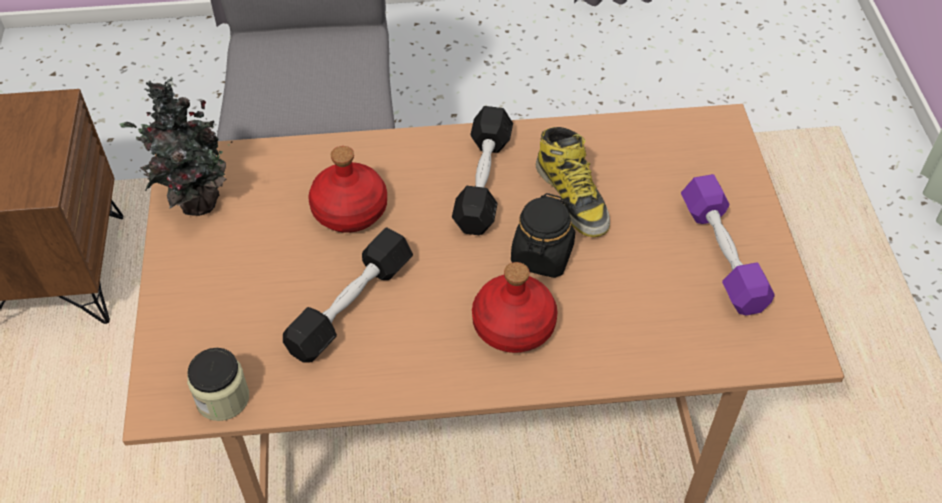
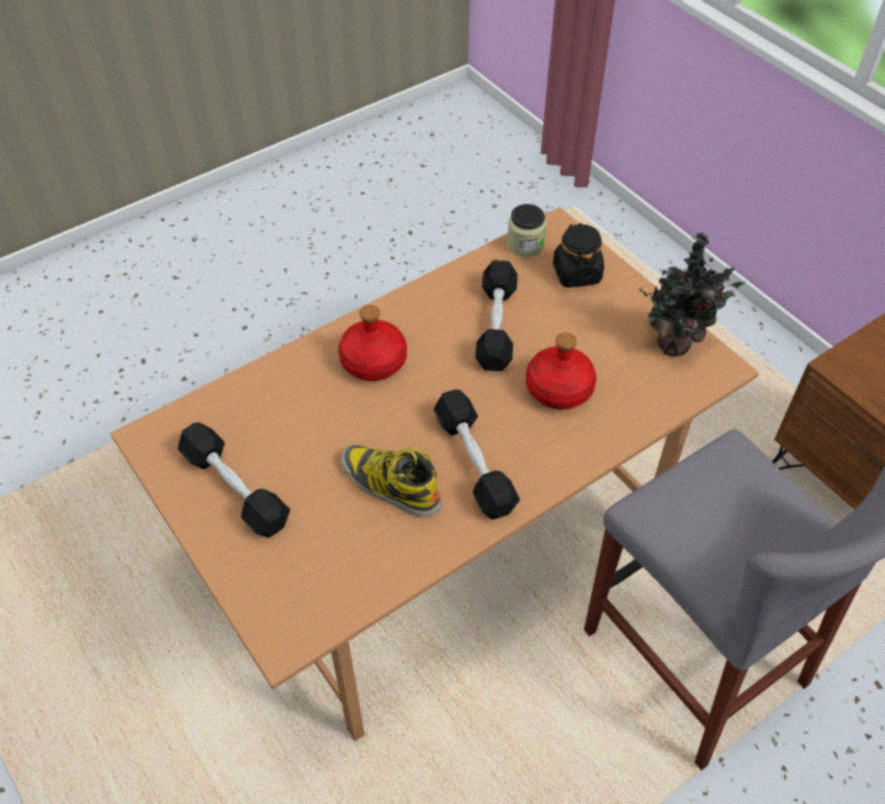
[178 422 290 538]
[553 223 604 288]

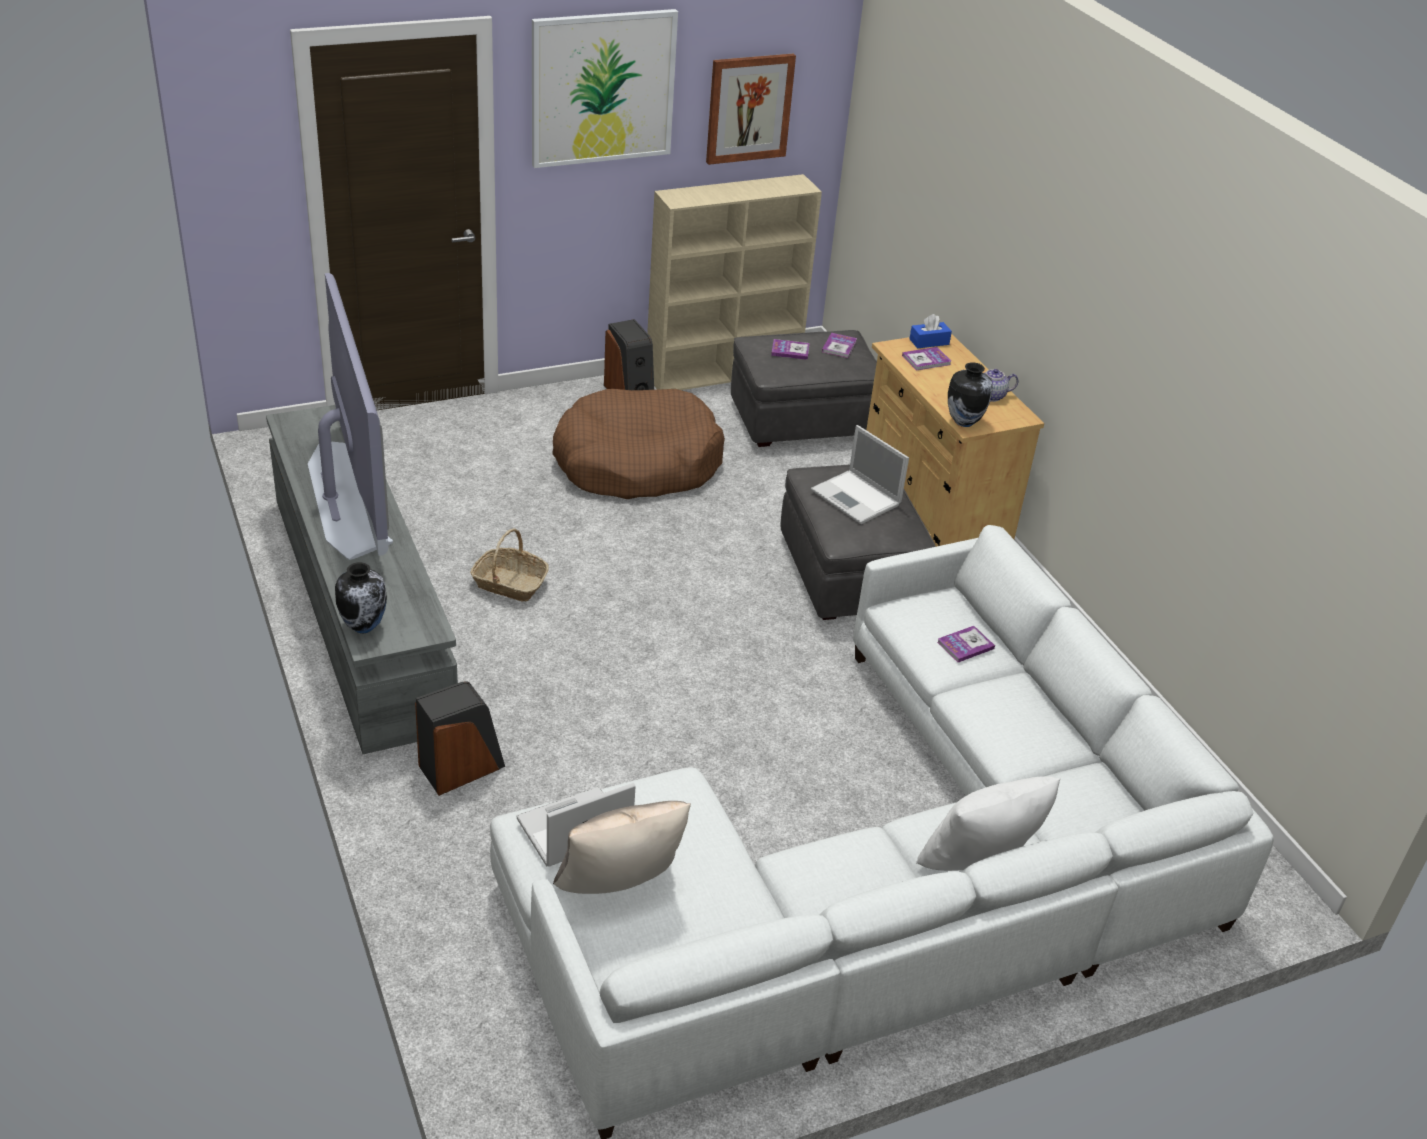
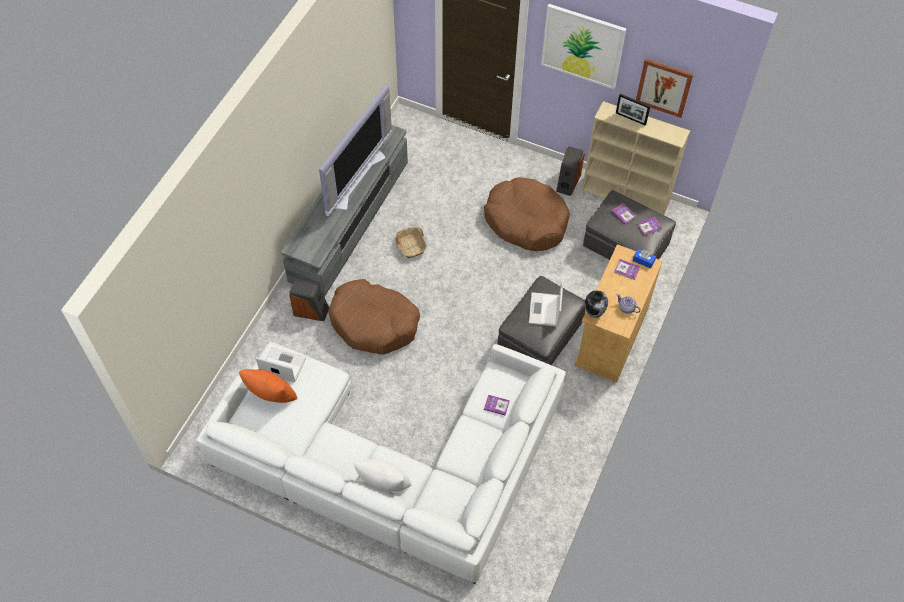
[239 369 298 403]
[328 279 420 354]
[616 94 650 126]
[335 562 387 633] (first image)

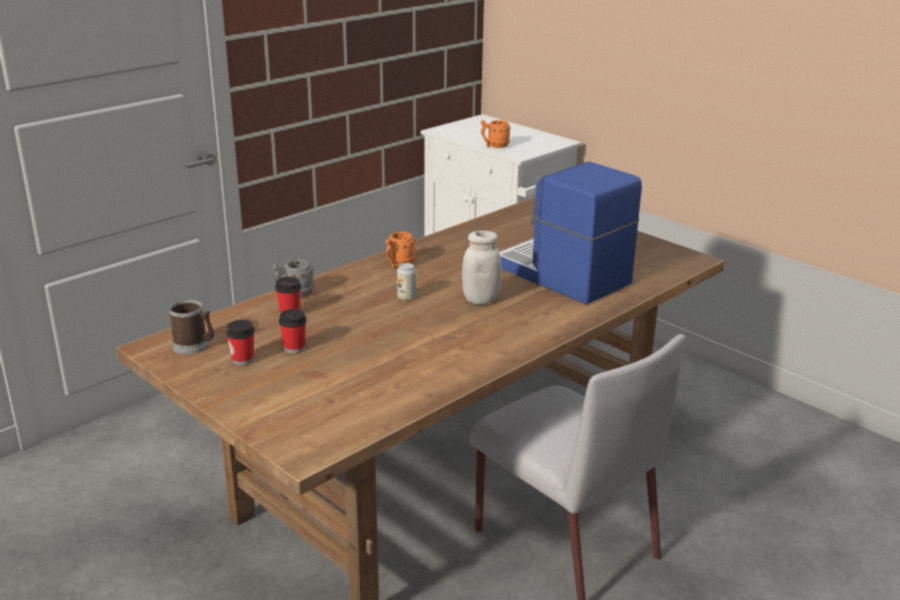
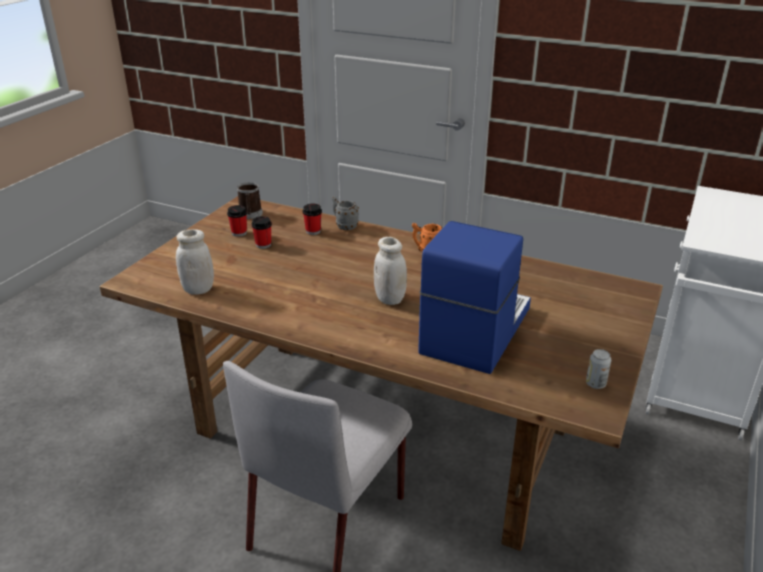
[176 230 214 295]
[586 349 611 389]
[481 120 511 148] (first image)

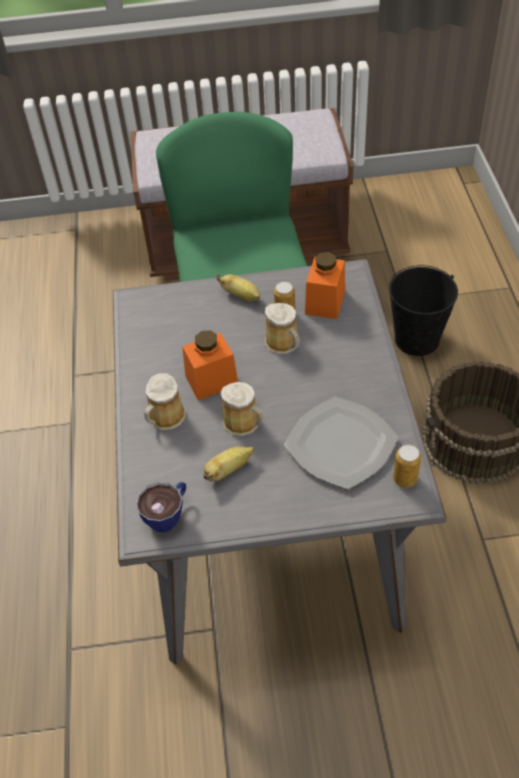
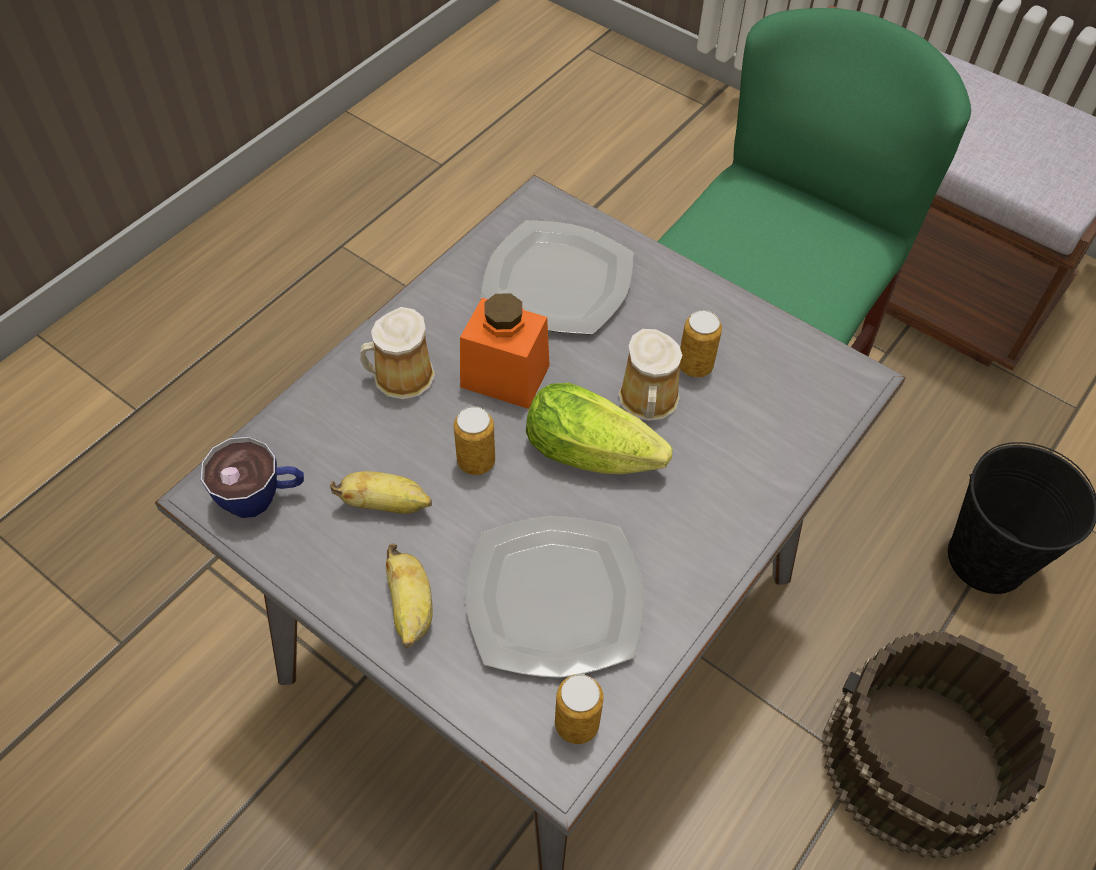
[386 544 433 648]
[454 406 495 475]
[480 220 633 335]
[526 383 673 474]
[305 252 345 319] (first image)

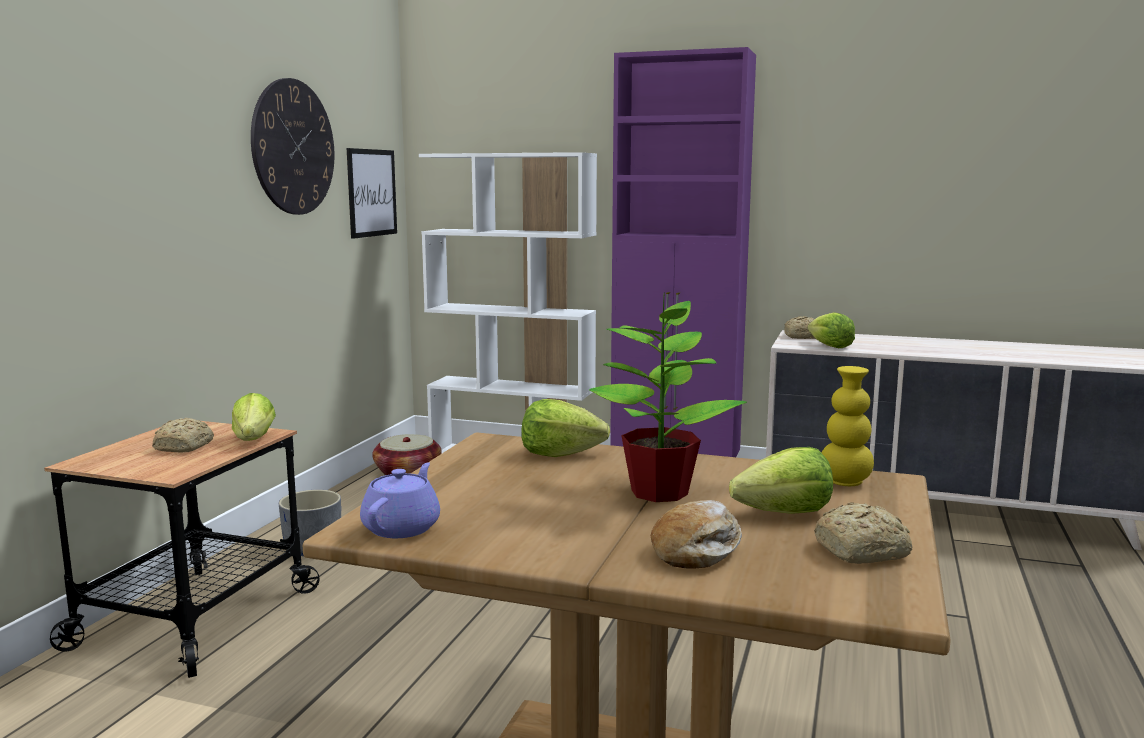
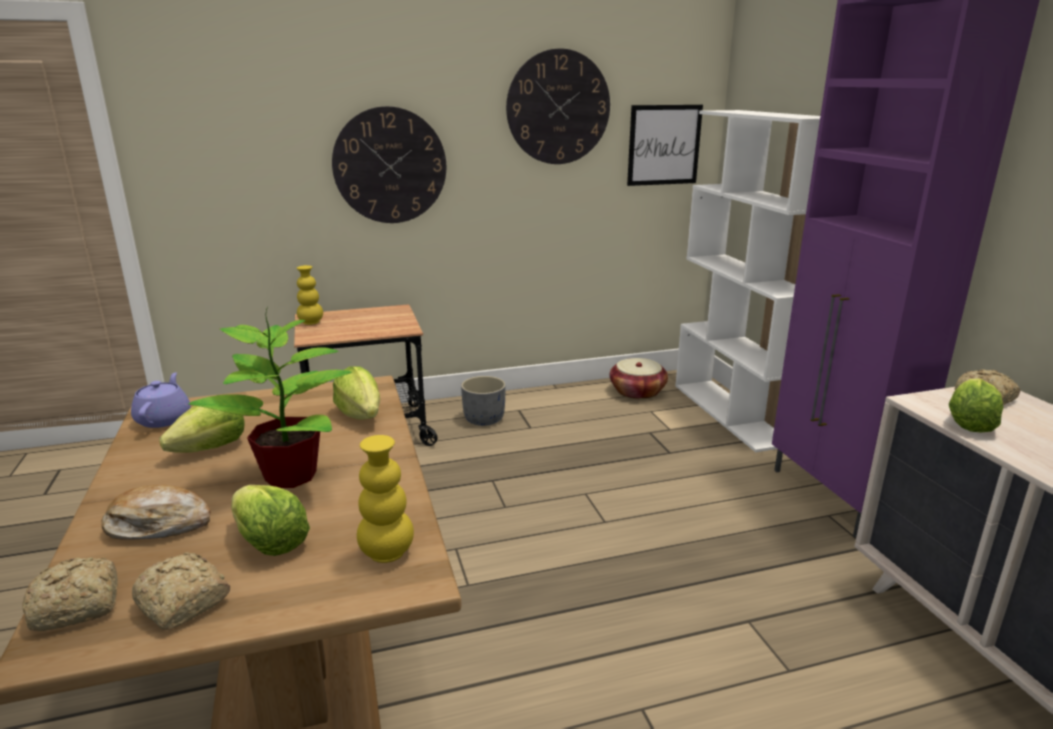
[22 557 118 631]
[131 372 191 428]
[159 406 245 453]
[297 265 323 325]
[332 106 446 223]

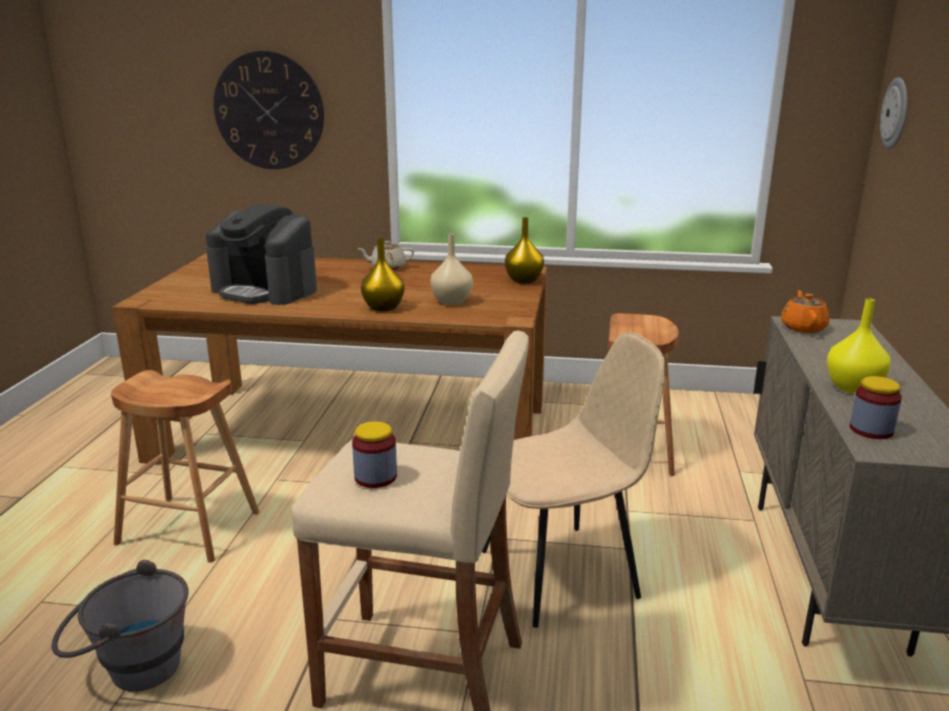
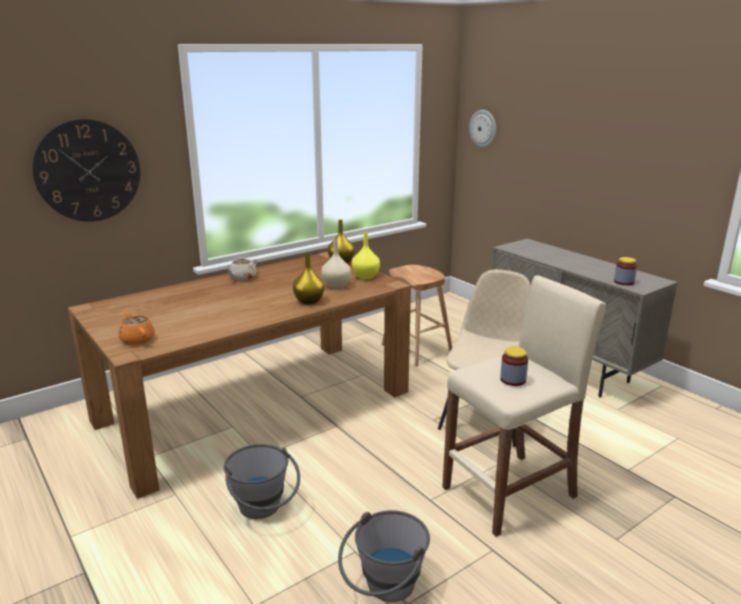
[119 311 155 345]
[224 444 300 519]
[351 232 380 279]
[206 204 317 305] (first image)

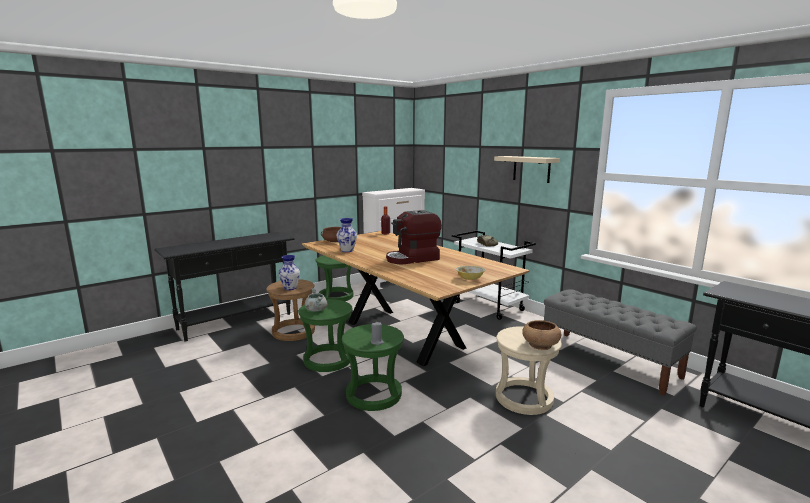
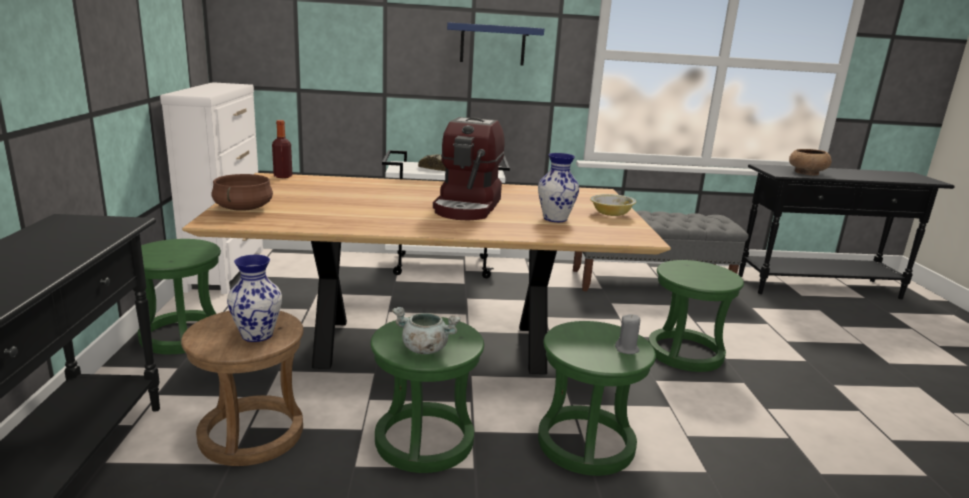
[447 22 544 66]
[538 153 579 222]
[648 260 744 372]
[789 149 832 176]

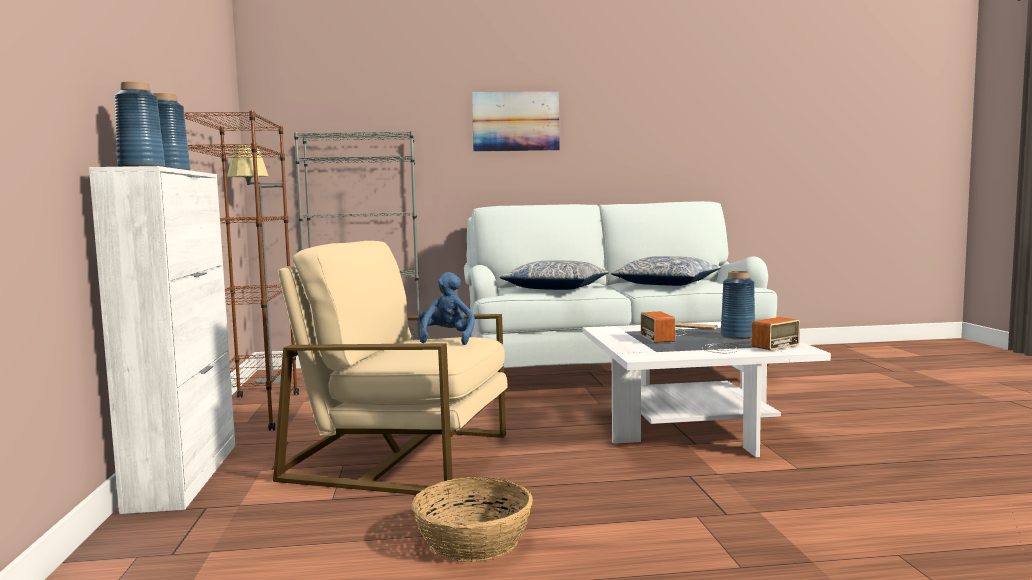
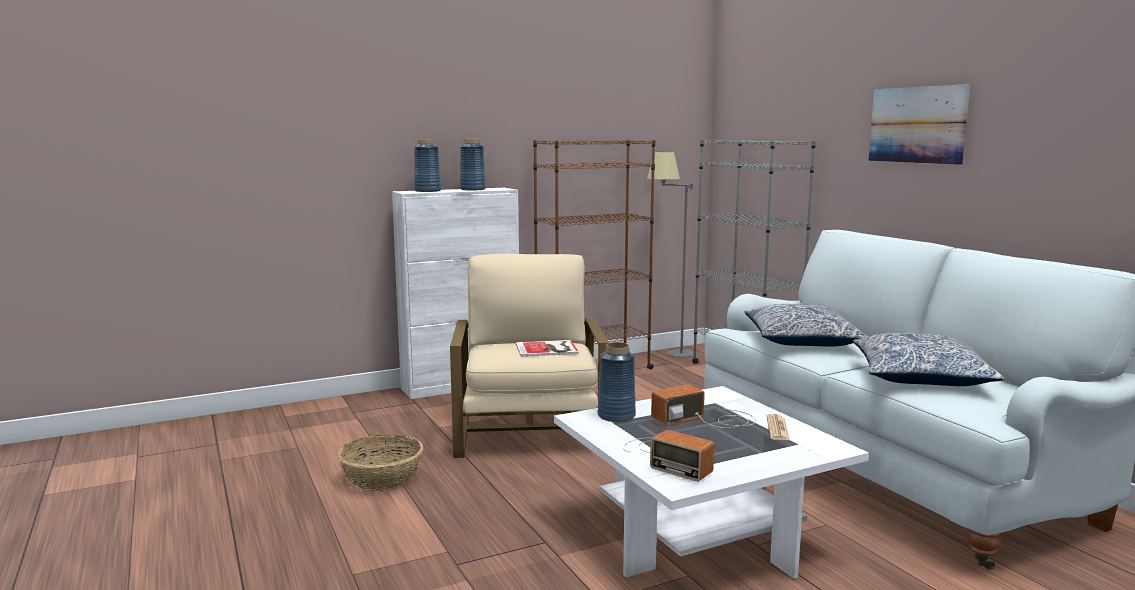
[516 340 579 357]
[598 342 636 422]

